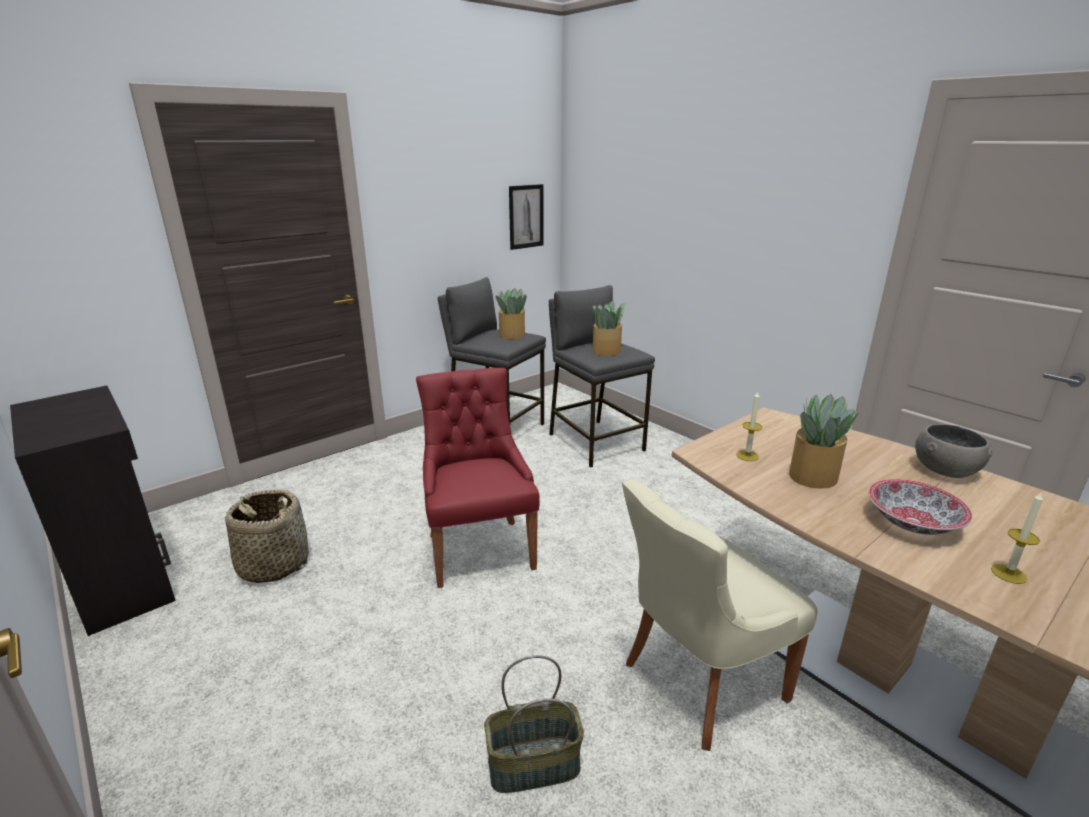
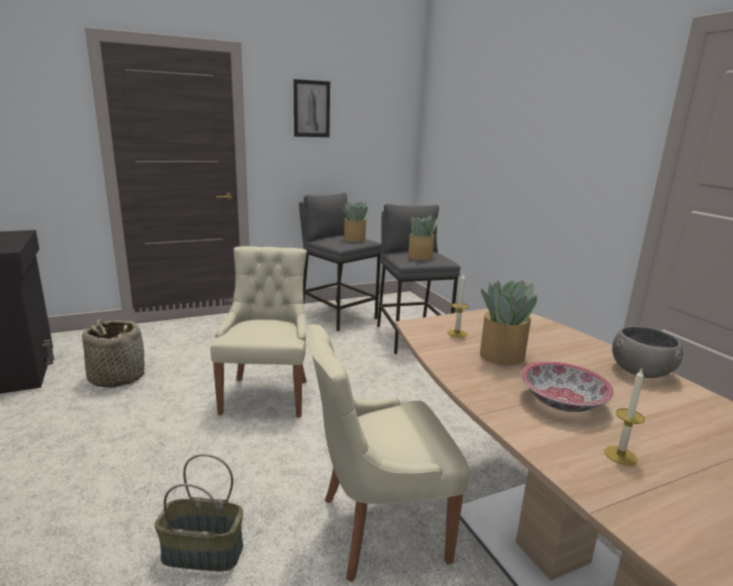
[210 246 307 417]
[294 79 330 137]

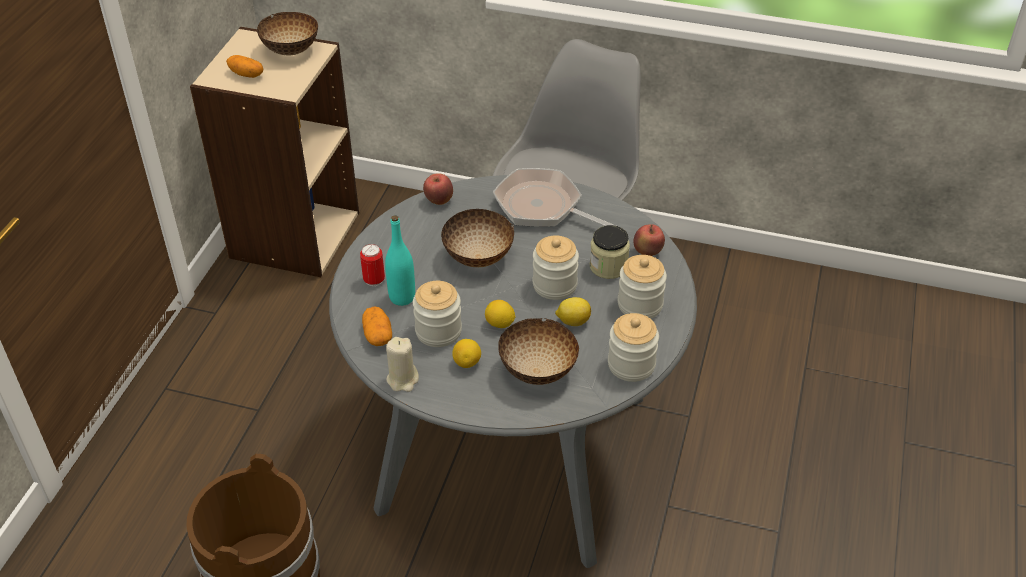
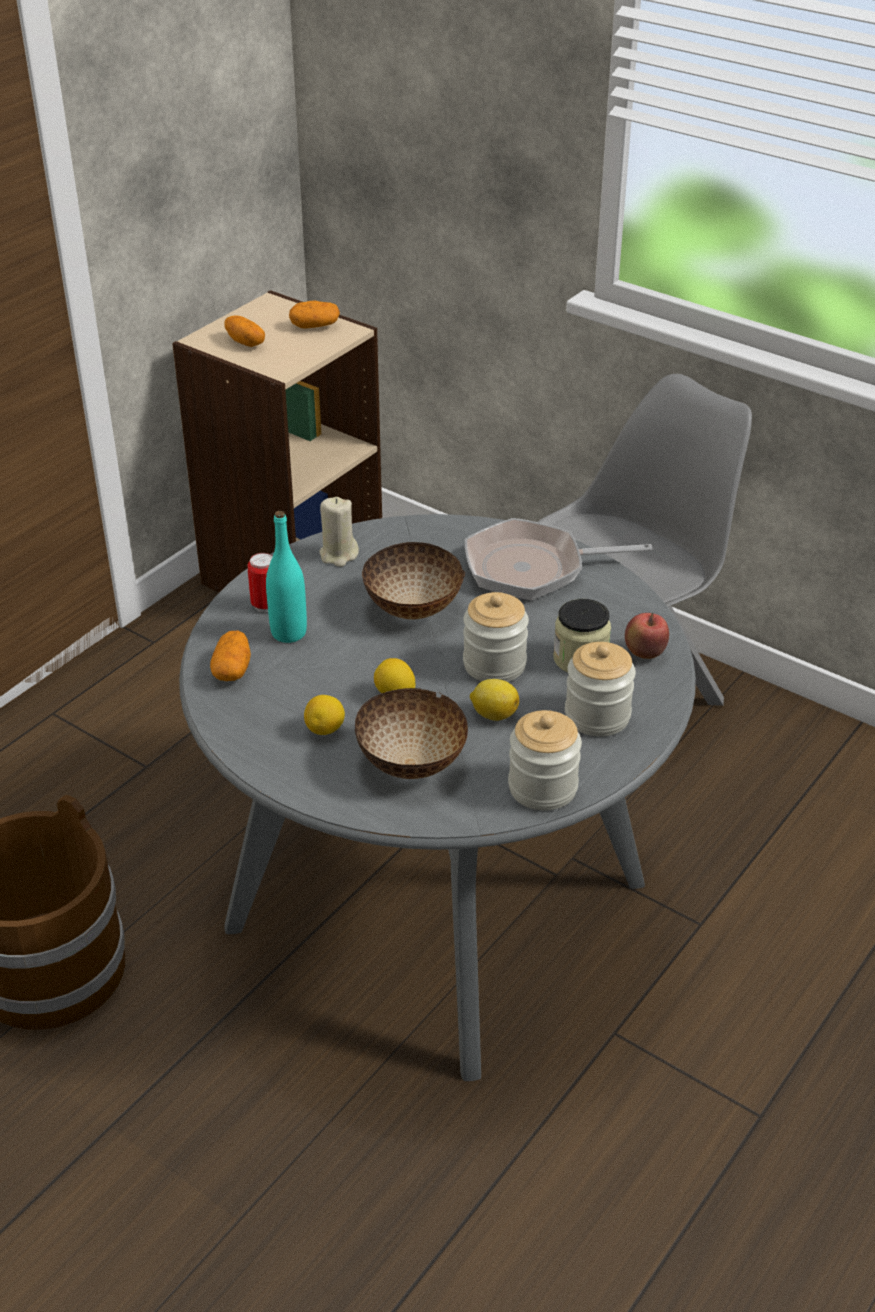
[289 300 340 329]
[319 497 359 567]
[465 518 652 601]
[413 281 462 347] (first image)
[423 174 453 205] (first image)

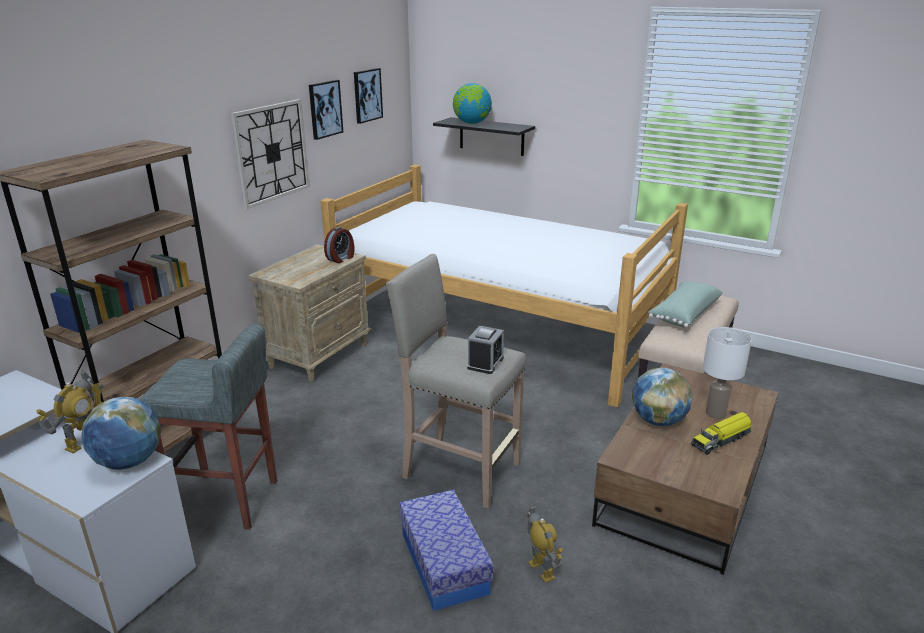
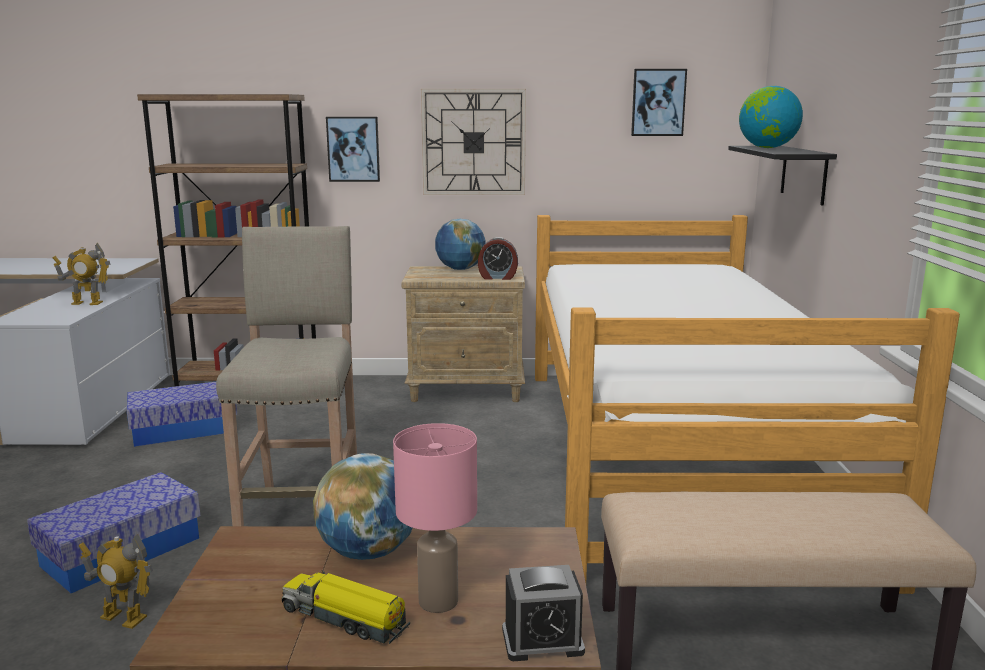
[79 534 153 629]
[127 382 237 447]
[326 117 380 182]
[393 423 477 613]
[435 219 486 270]
[502 565 585 661]
[648 281 723 327] (first image)

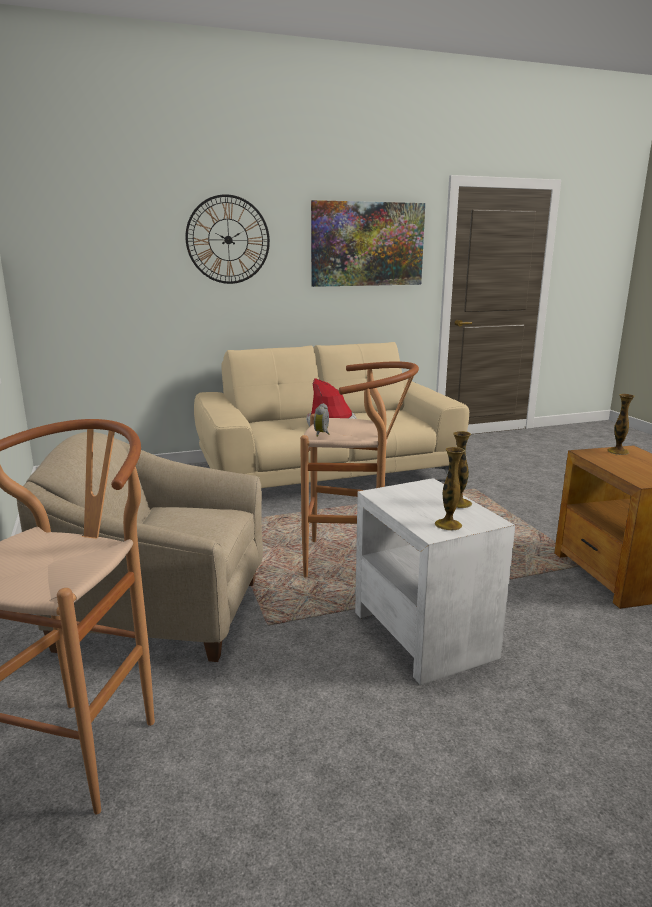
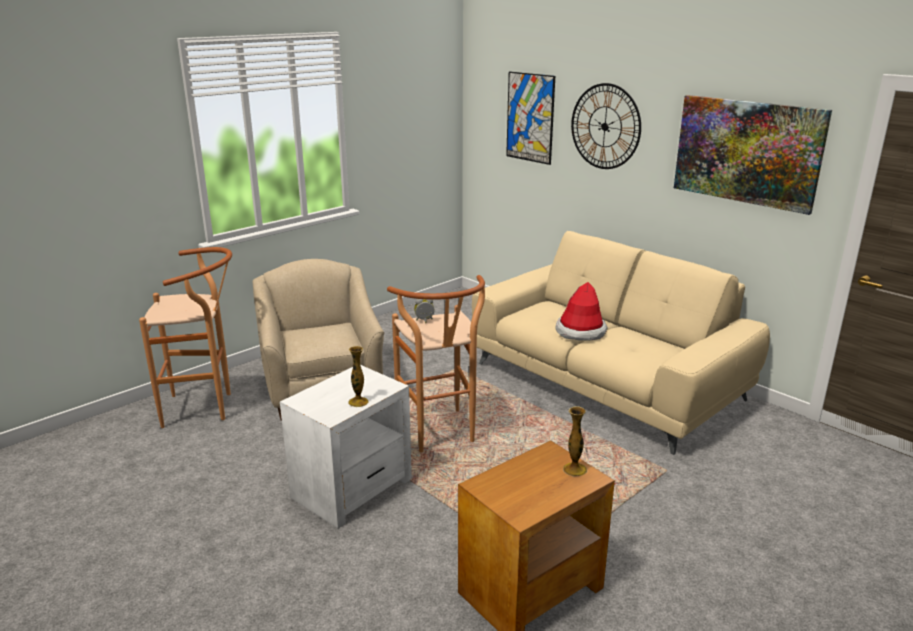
[506 71 555 165]
[435 447 465 531] (first image)

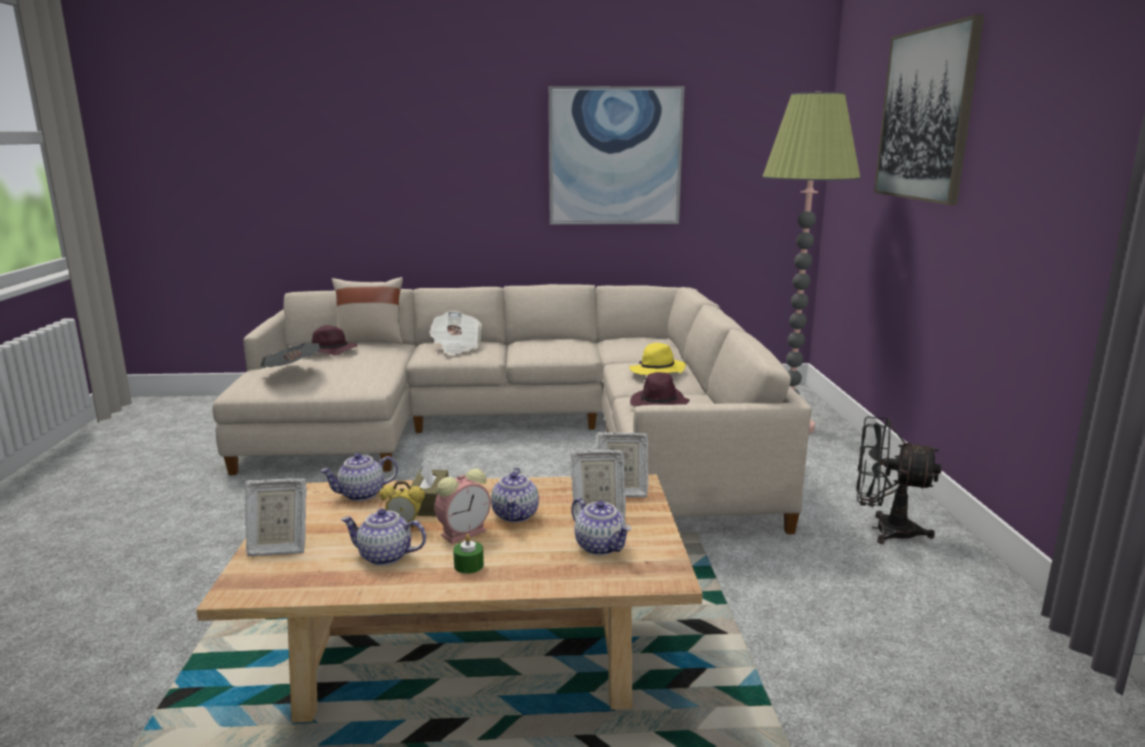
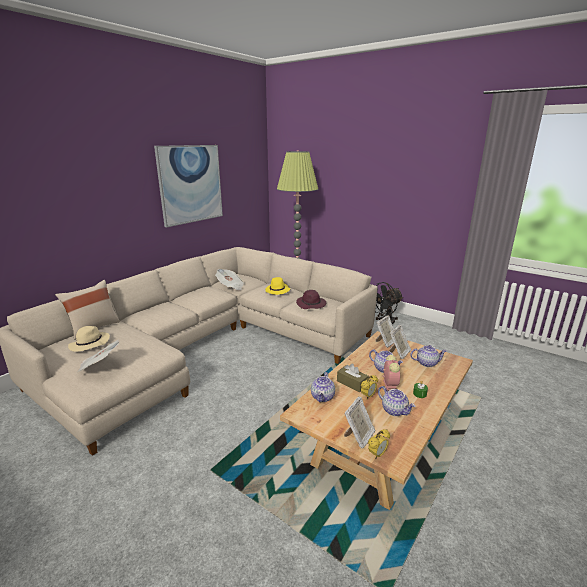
[68 326 110 352]
[215 269 245 290]
[368 429 390 459]
[378 386 415 416]
[874 15 984 205] (first image)

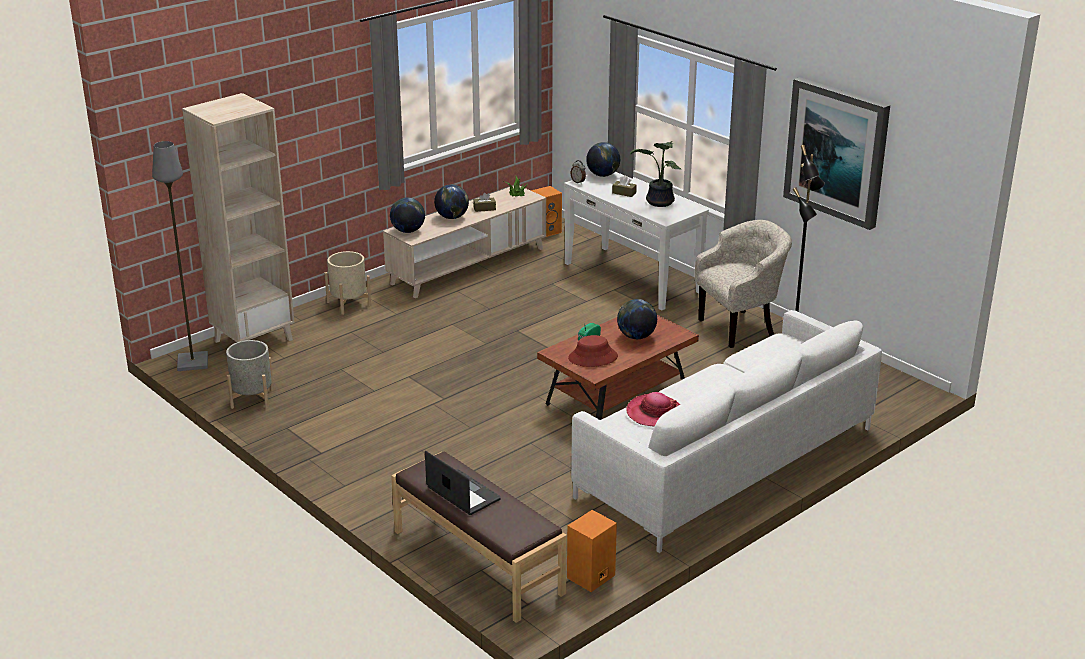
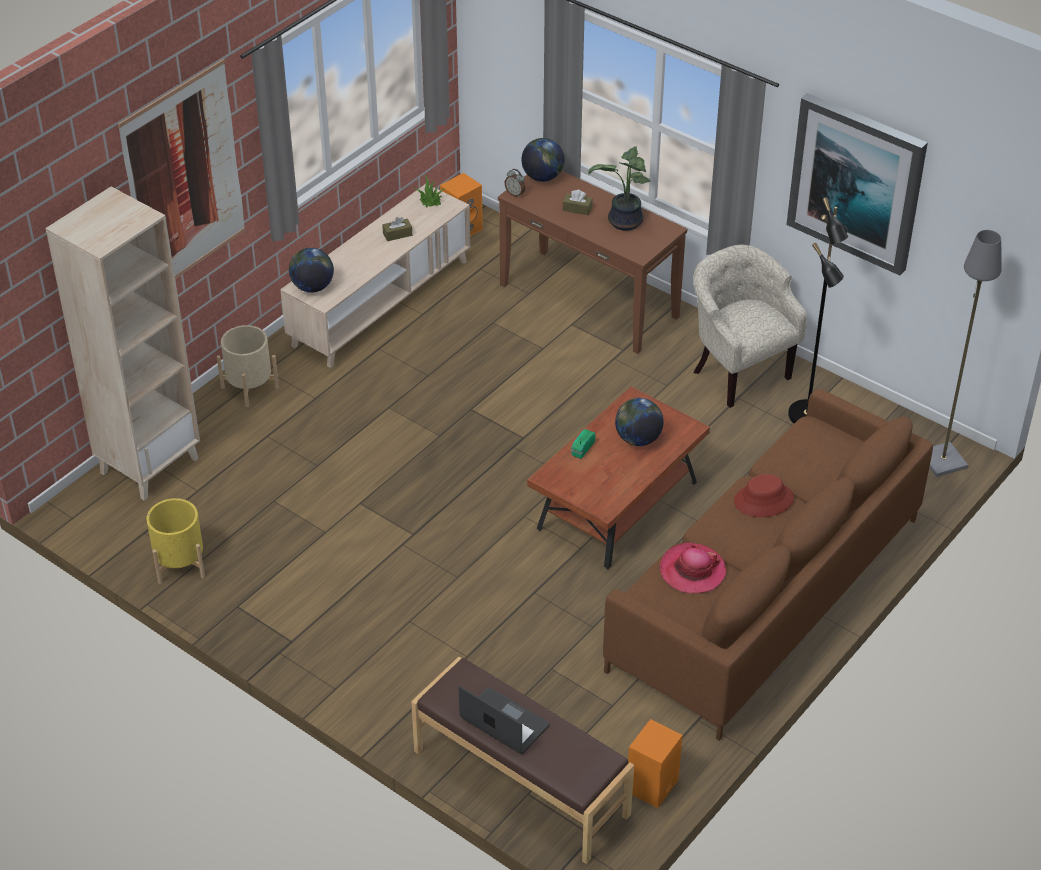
[118 59 245 279]
[146 498 205 584]
[498 171 687 354]
[603 389 933 741]
[693 245 807 408]
[734 474 794 517]
[929 230 1002 477]
[434 184 469 219] (first image)

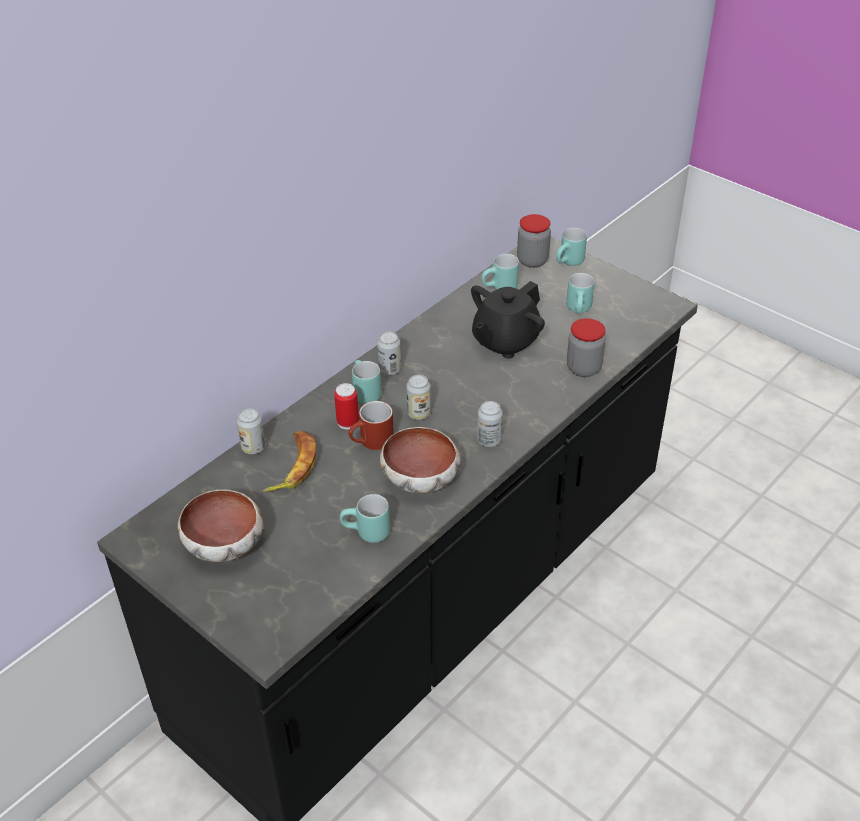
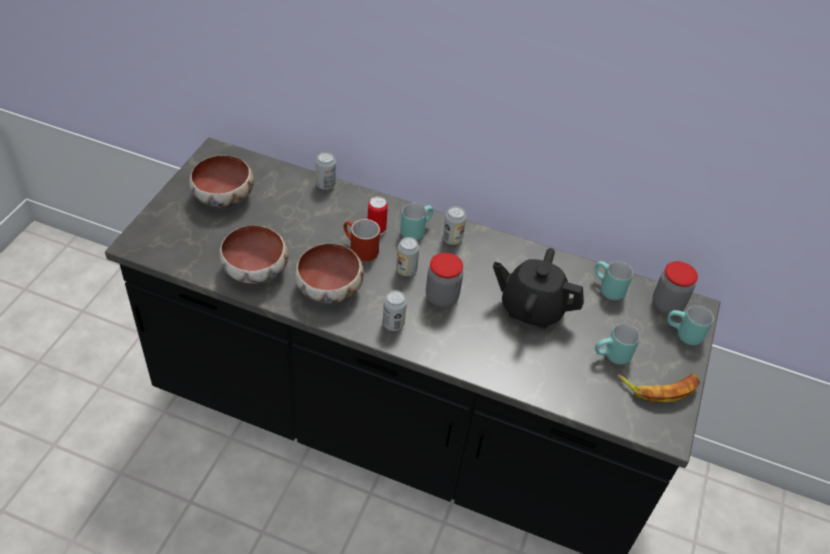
[219 225 289 284]
[426 253 463 307]
[618 373 700 403]

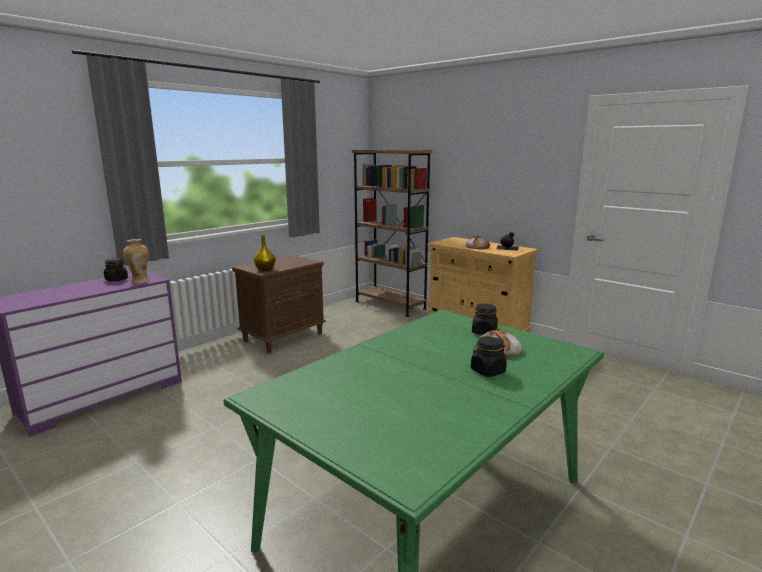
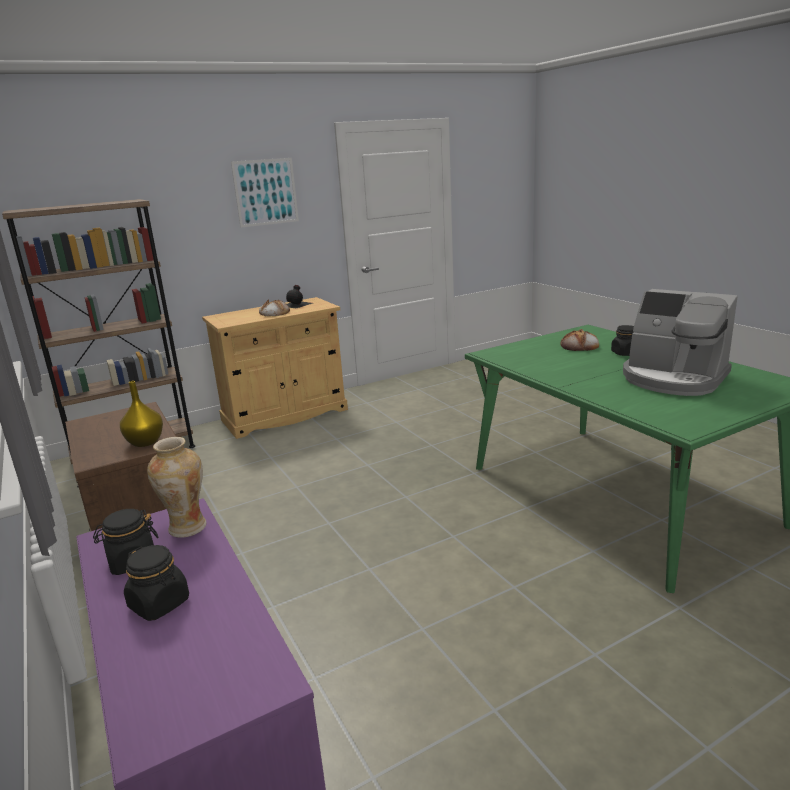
[124 545 189 621]
[231 158 299 228]
[623 289 738 396]

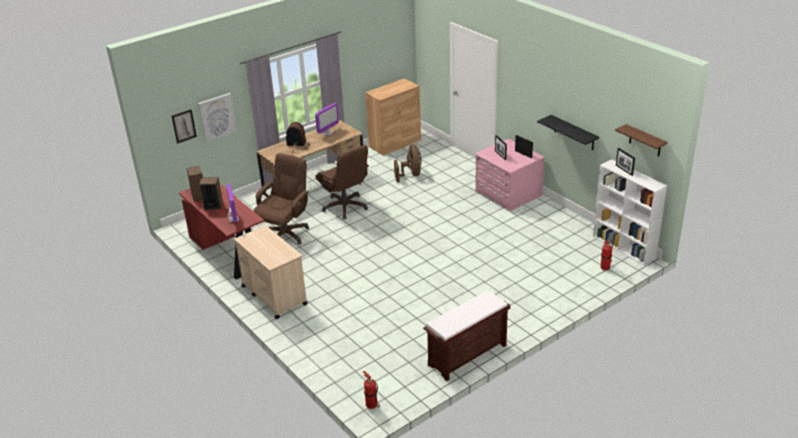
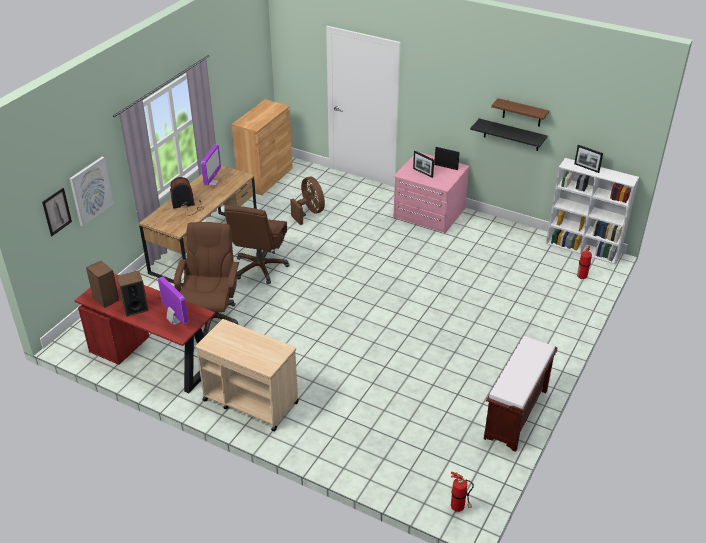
[224 205 290 284]
[491 98 549 127]

